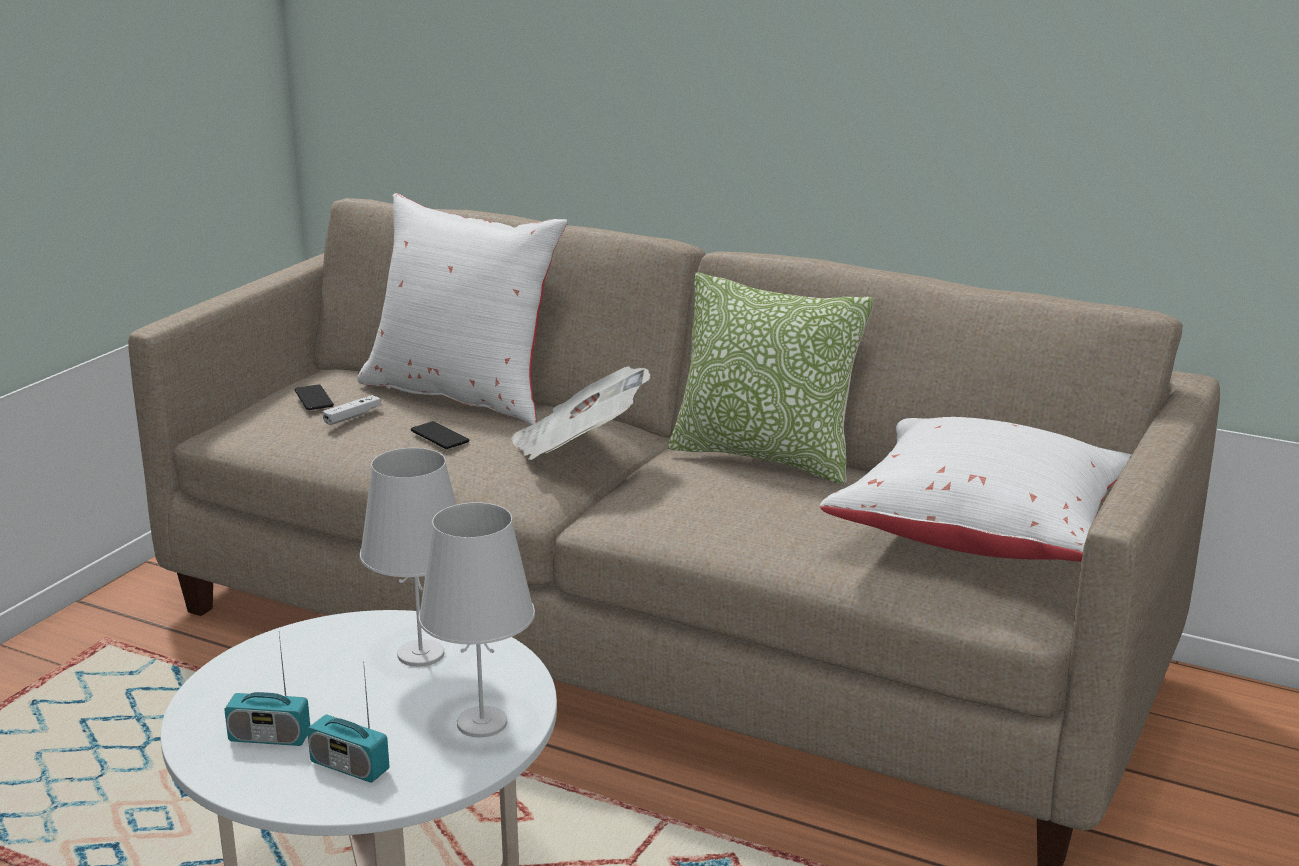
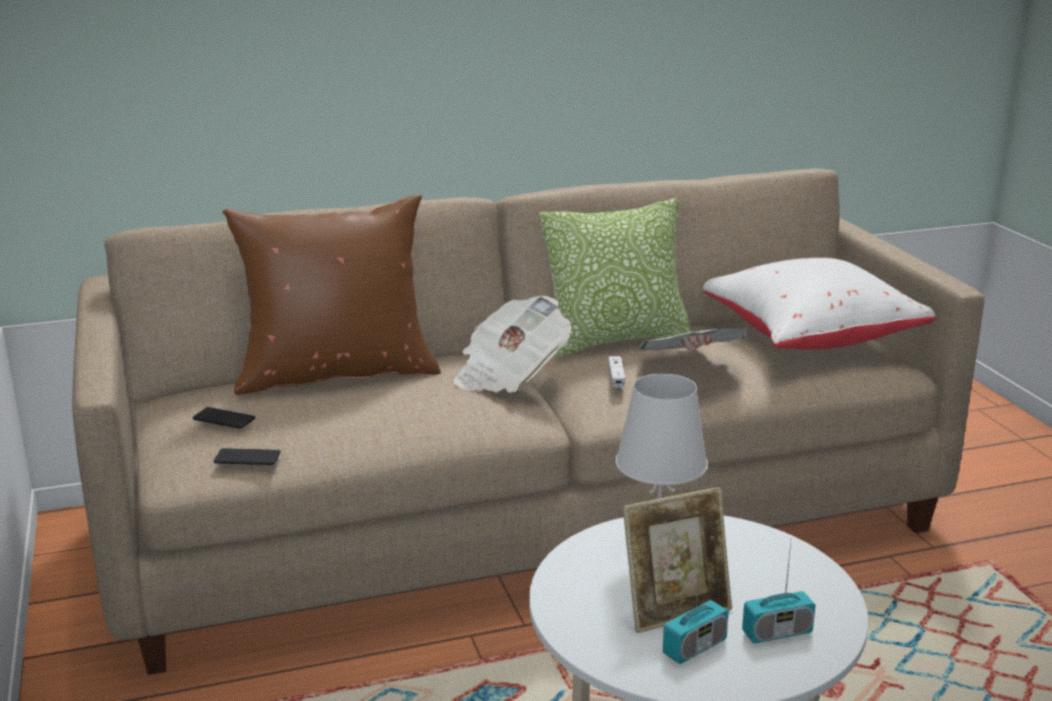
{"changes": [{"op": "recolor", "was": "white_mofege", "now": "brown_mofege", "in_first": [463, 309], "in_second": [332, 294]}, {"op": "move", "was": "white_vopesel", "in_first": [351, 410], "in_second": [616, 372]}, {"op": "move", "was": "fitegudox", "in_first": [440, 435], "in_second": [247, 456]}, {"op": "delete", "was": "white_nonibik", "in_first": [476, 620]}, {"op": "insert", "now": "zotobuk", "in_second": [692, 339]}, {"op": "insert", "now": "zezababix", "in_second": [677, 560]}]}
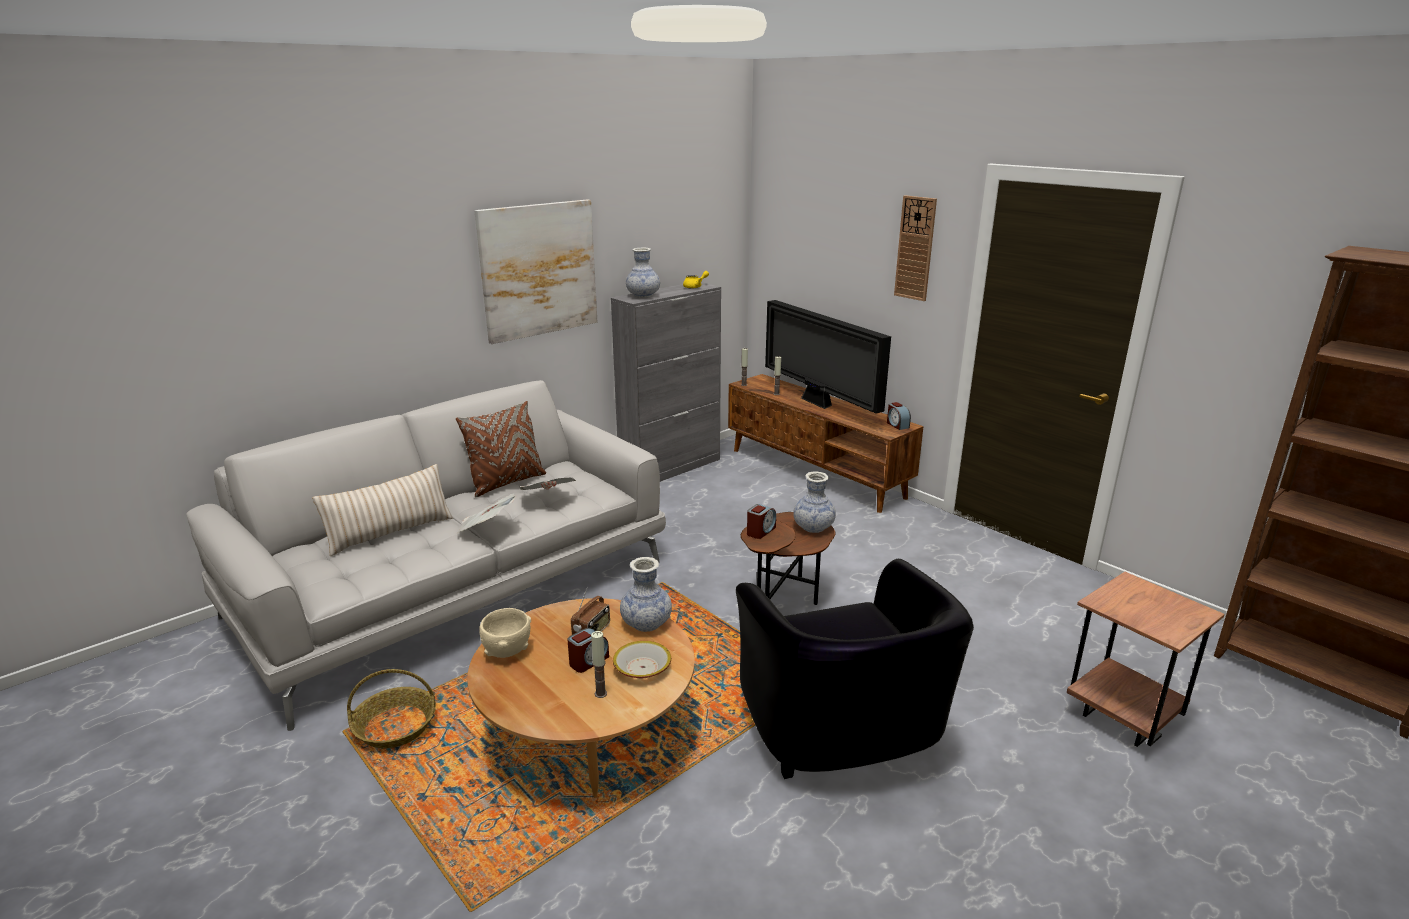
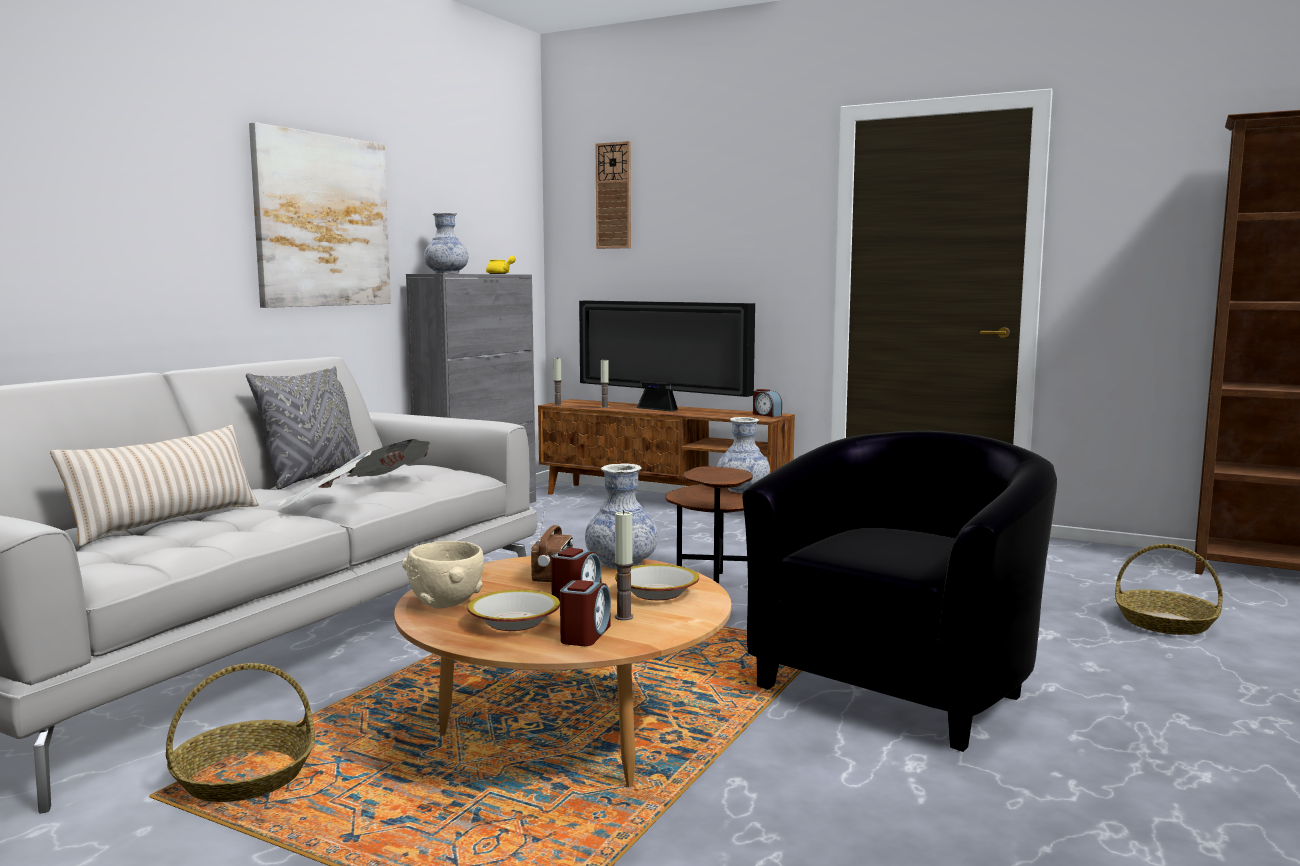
{"changes": [{"op": "move", "was": "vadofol", "in_first": [915, 248], "in_second": [613, 195]}, {"op": "recolor", "was": "brown_mofege", "now": "grey_mofege", "in_first": [501, 449], "in_second": [303, 427]}, {"op": "move", "was": "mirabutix", "in_first": [761, 521], "in_second": [585, 613]}, {"op": "rotate", "was": "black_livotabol", "in_first": [855, 669], "in_second": [899, 591], "clockwise": -105}, {"op": "replace", "was": "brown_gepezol", "now": "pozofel", "in_first": [1146, 659], "in_second": [1169, 589]}, {"op": "insert", "now": "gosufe", "in_second": [513, 610]}]}
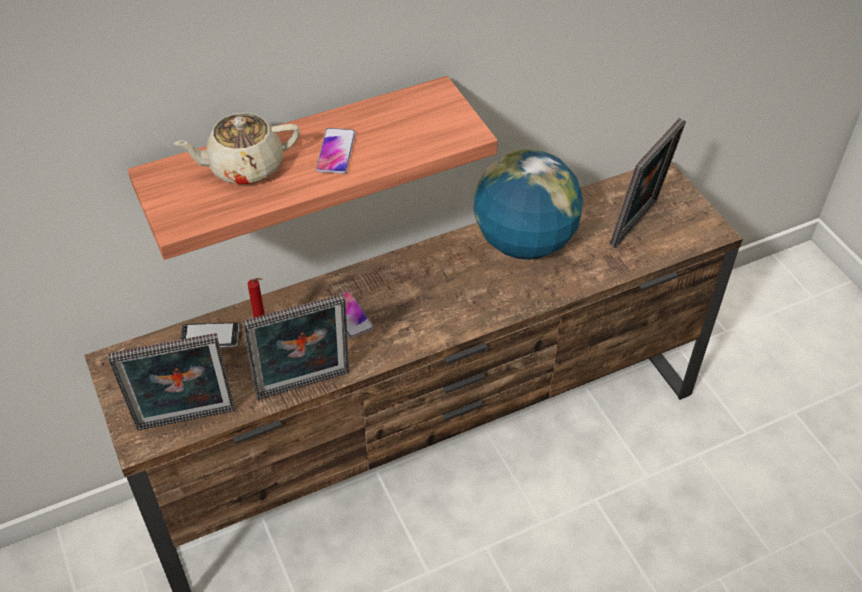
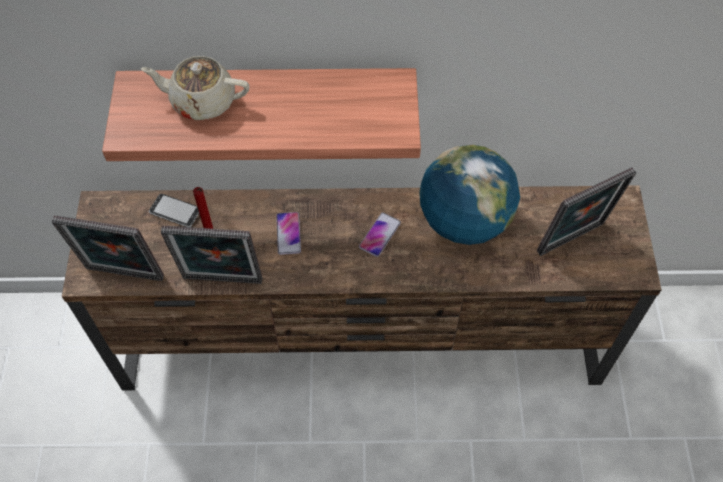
{"changes": [{"op": "move", "was": "fitegudox", "in_first": [336, 151], "in_second": [380, 234]}]}
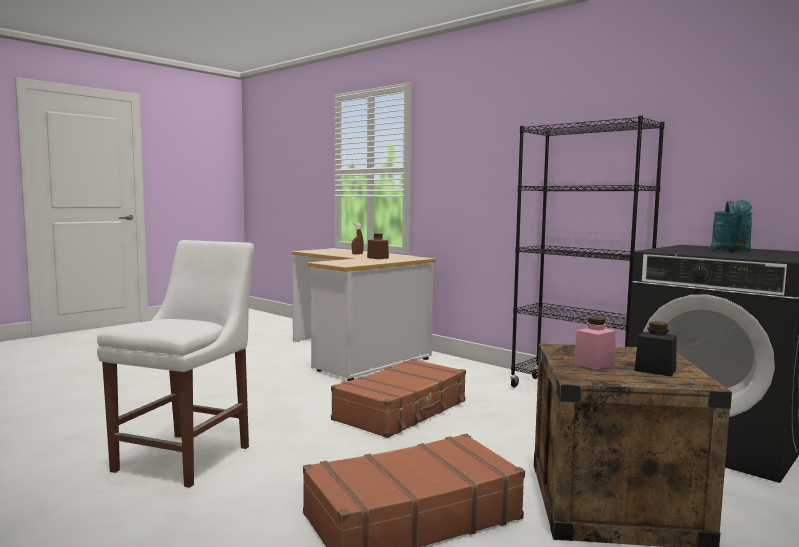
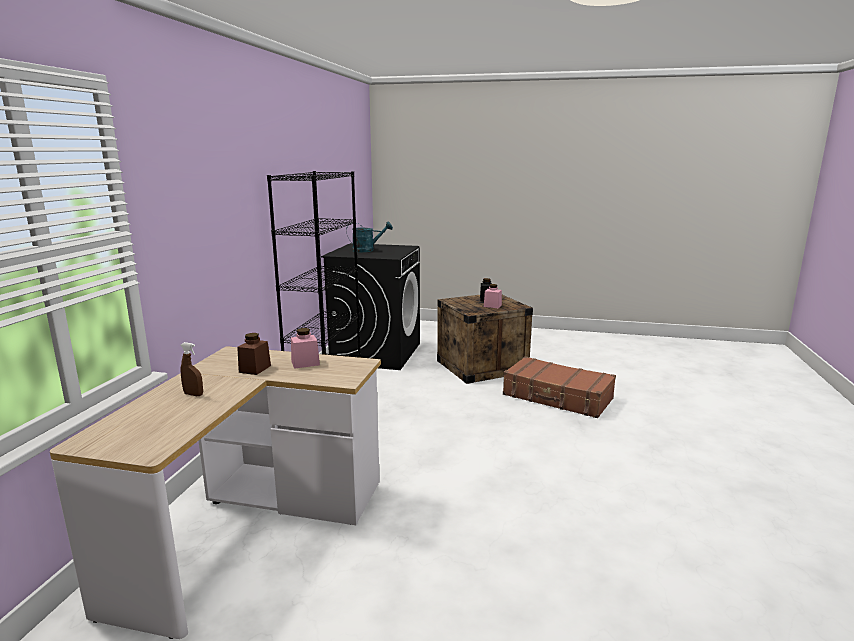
{"changes": [{"op": "delete", "was": "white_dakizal", "in_first": [175, 364]}, {"op": "delete", "was": "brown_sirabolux", "in_first": [398, 398]}, {"op": "insert", "now": "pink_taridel", "in_second": [305, 348]}]}
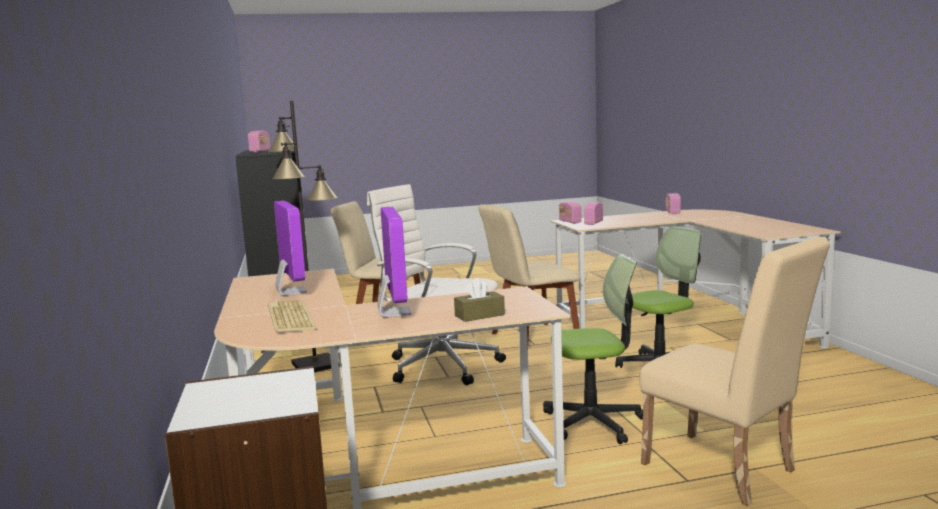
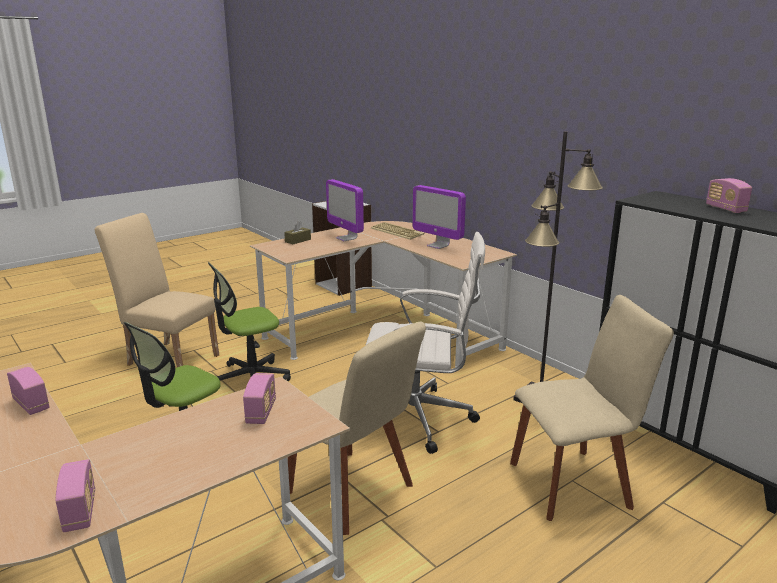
{"changes": [{"op": "move", "was": "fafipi", "in_first": [570, 213], "in_second": [28, 391]}, {"op": "rotate", "was": "beige_dakizal", "in_first": [529, 272], "in_second": [357, 428], "clockwise": 90}]}
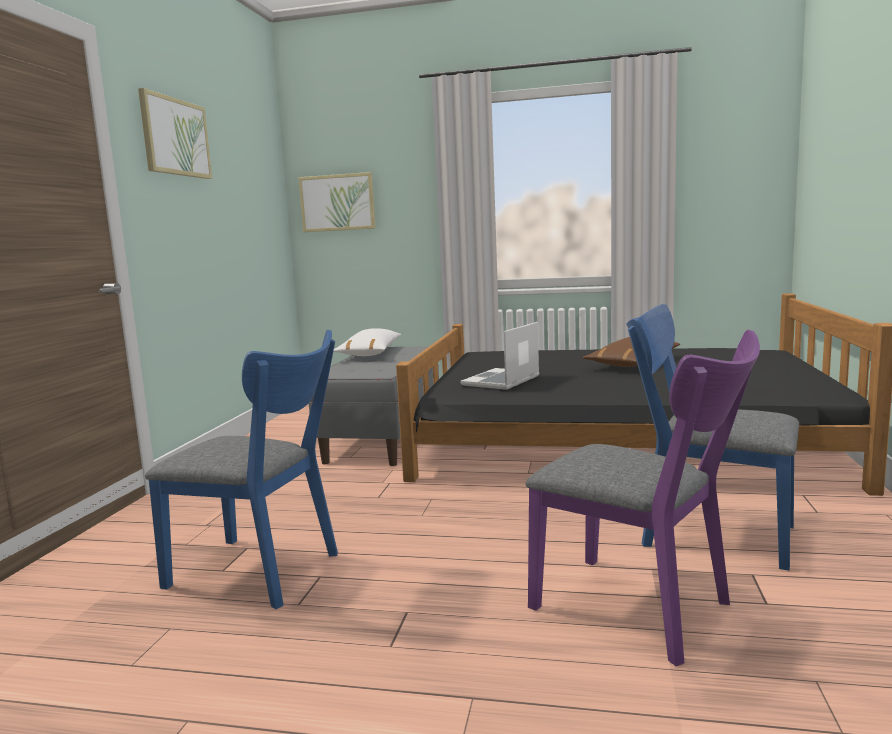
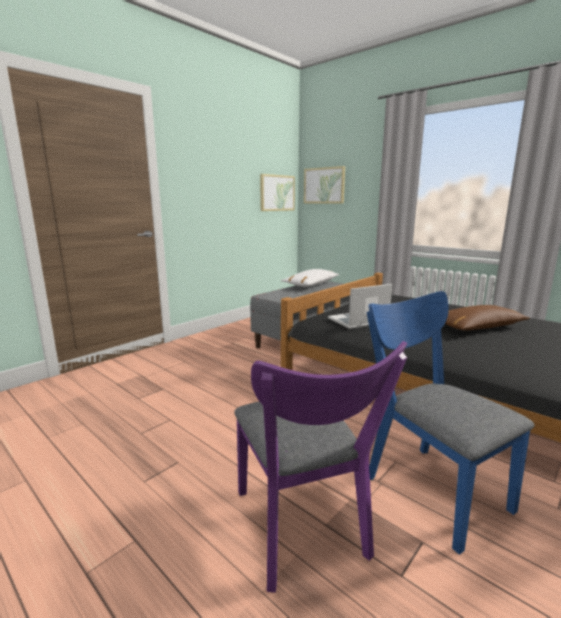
{"changes": [{"op": "move", "was": "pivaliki", "in_first": [175, 133], "in_second": [277, 192]}, {"op": "delete", "was": "blue_dakizal", "in_first": [241, 469]}]}
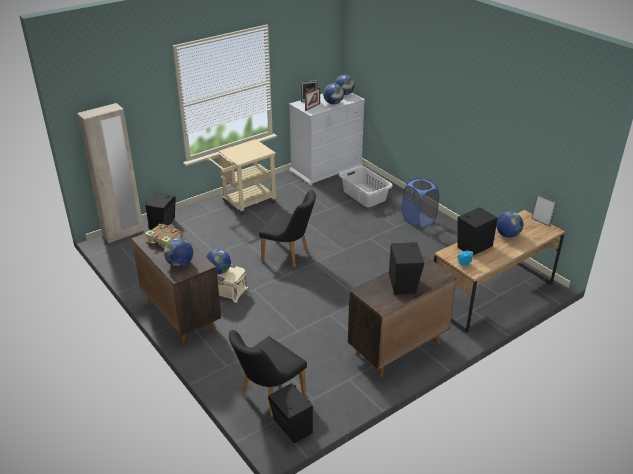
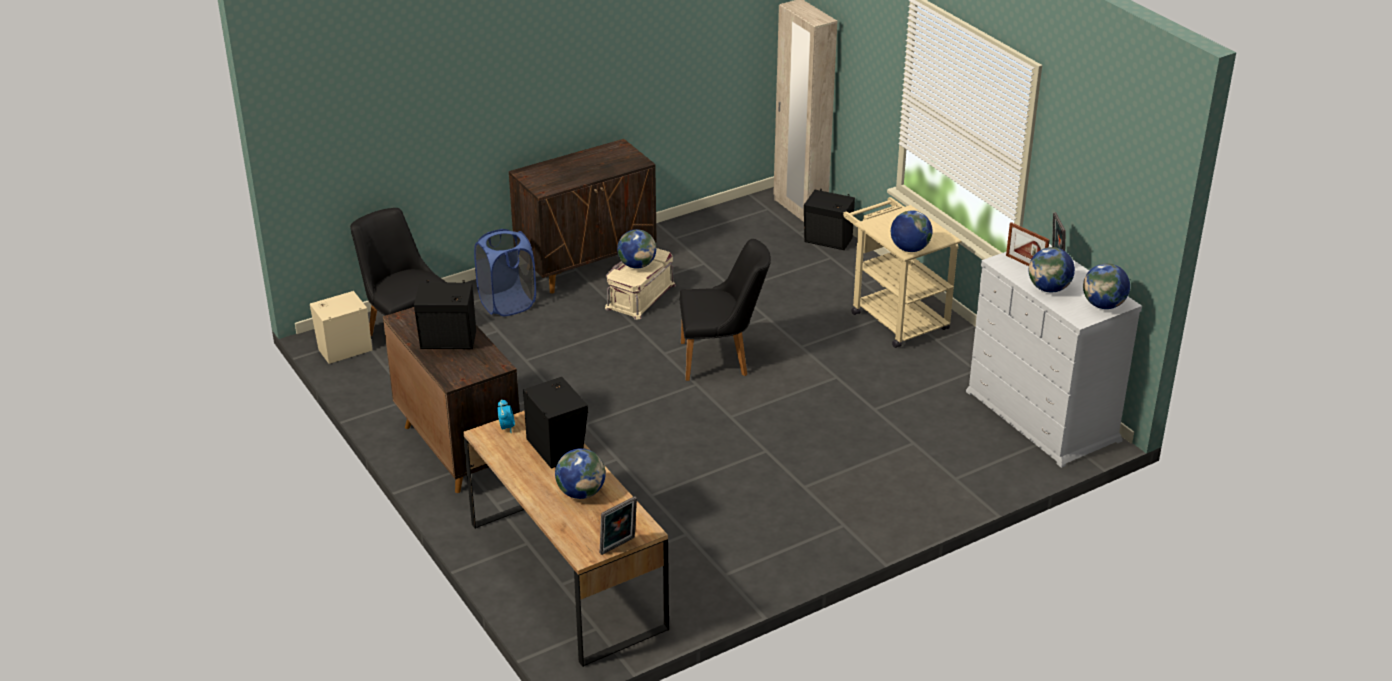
{"changes": [{"op": "delete", "was": "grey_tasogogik", "in_first": [366, 186]}, {"op": "move", "was": "blue_tasogogik", "in_first": [420, 203], "in_second": [505, 272]}, {"op": "rotate", "was": "black_dakizal", "in_first": [287, 228], "in_second": [725, 310], "clockwise": -120}, {"op": "delete", "was": "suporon", "in_first": [163, 236]}, {"op": "move", "was": "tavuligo", "in_first": [178, 252], "in_second": [911, 231]}, {"op": "recolor", "was": "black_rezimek", "now": "beige_rezimek", "in_first": [290, 413], "in_second": [341, 327]}]}
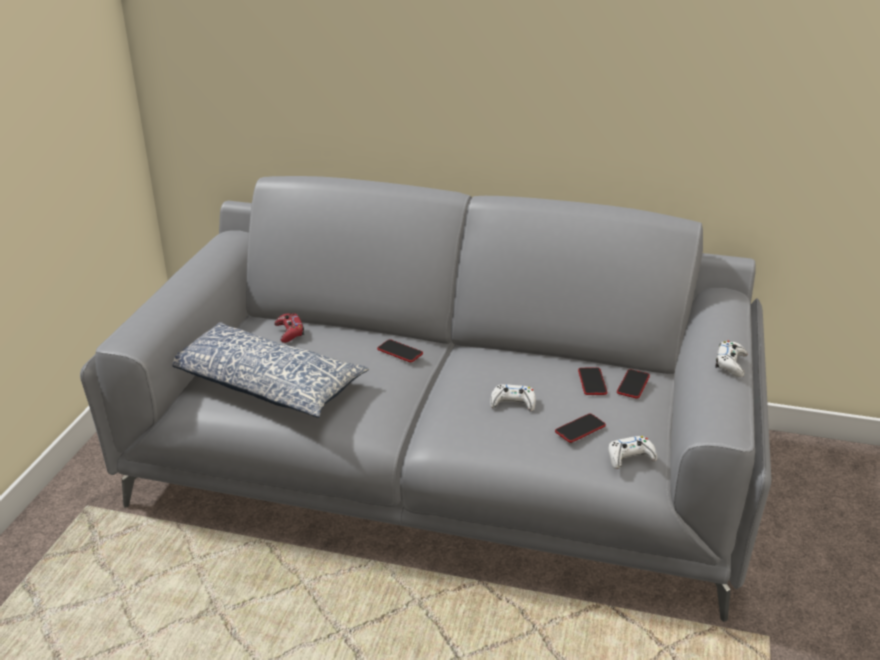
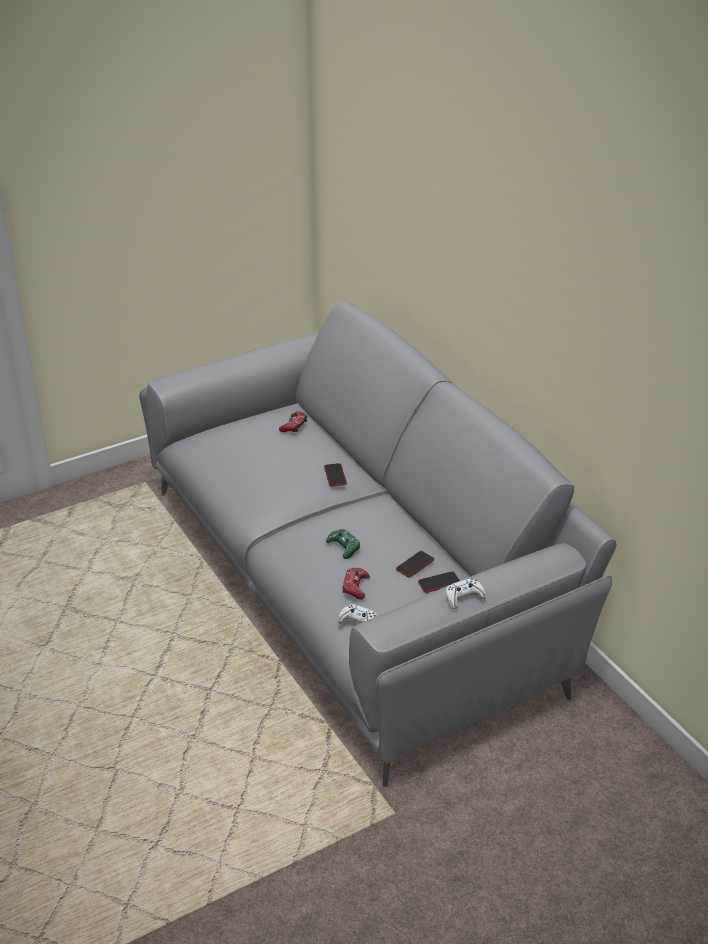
{"changes": [{"op": "delete", "was": "mofege", "in_first": [270, 370]}, {"op": "recolor", "was": "white_vopesel", "now": "green_vopesel", "in_first": [513, 398], "in_second": [343, 544]}, {"op": "replace", "was": "fitegudox", "now": "red_vopesel", "in_first": [580, 428], "in_second": [356, 583]}]}
